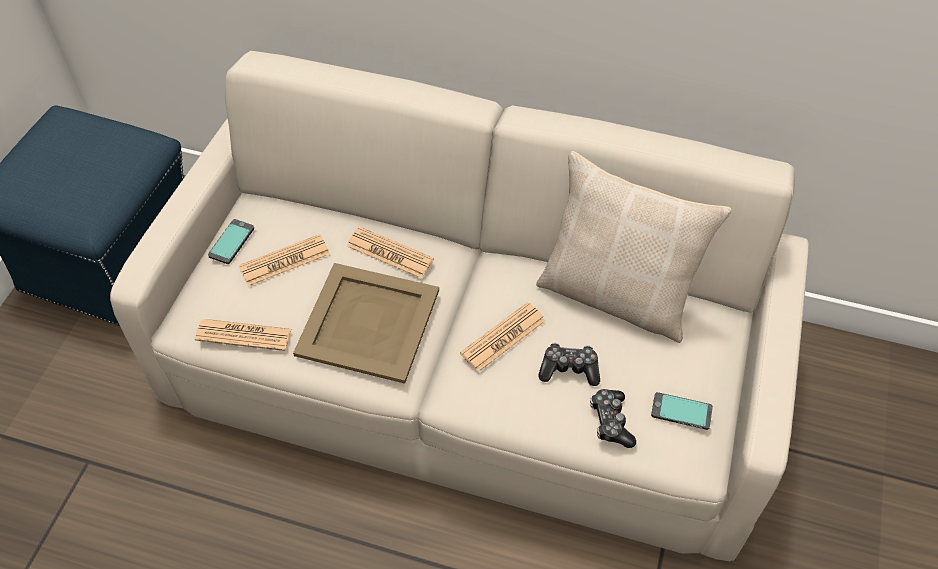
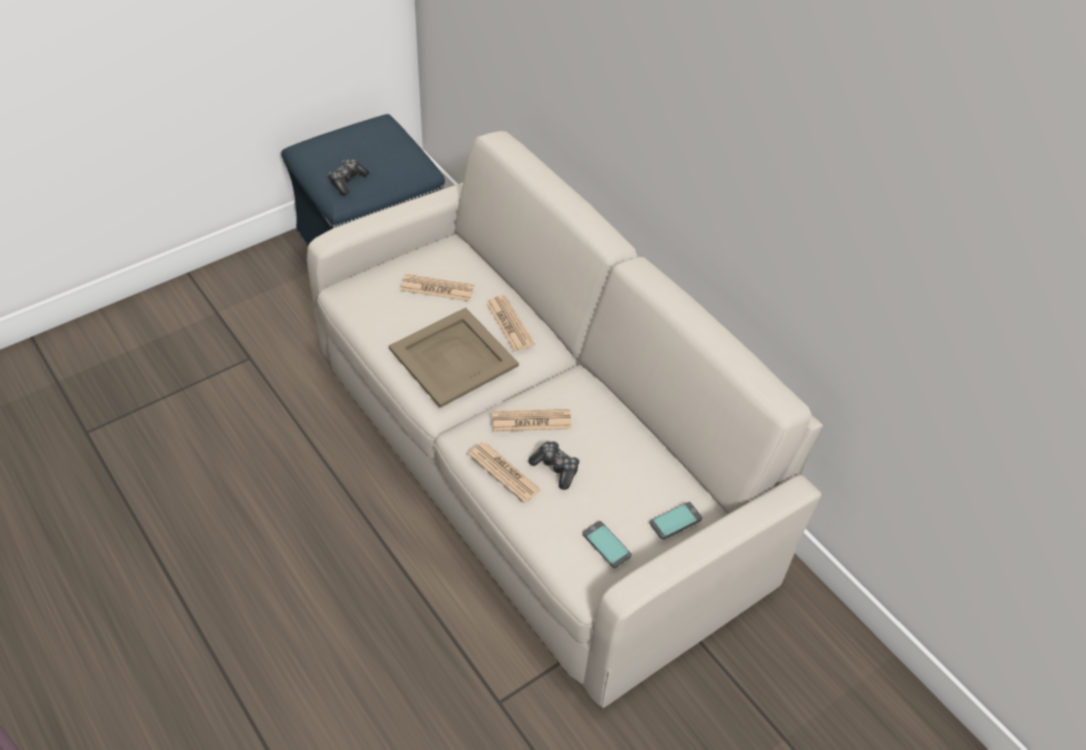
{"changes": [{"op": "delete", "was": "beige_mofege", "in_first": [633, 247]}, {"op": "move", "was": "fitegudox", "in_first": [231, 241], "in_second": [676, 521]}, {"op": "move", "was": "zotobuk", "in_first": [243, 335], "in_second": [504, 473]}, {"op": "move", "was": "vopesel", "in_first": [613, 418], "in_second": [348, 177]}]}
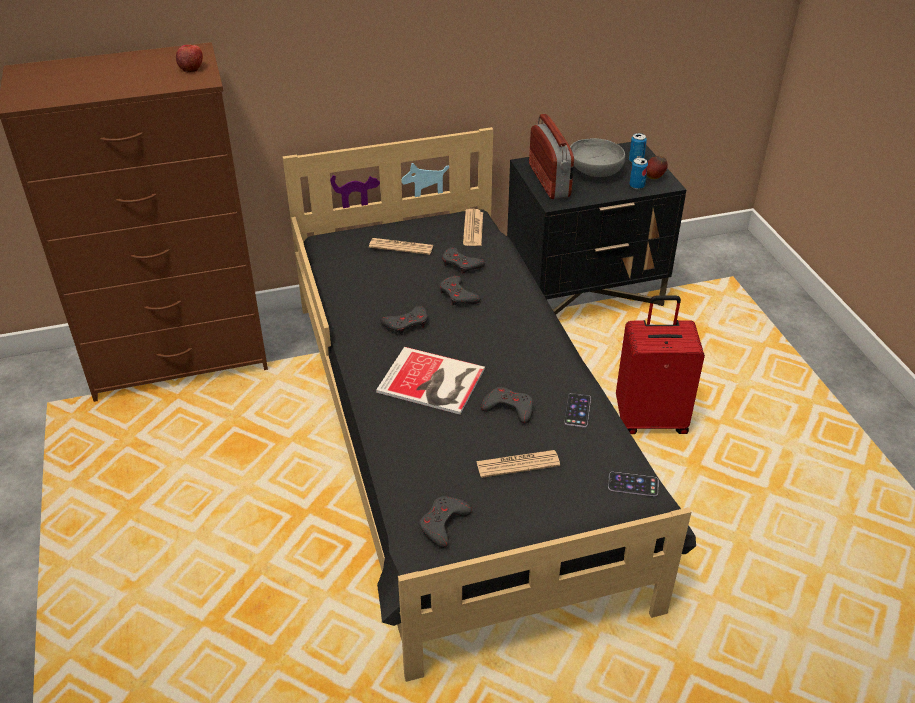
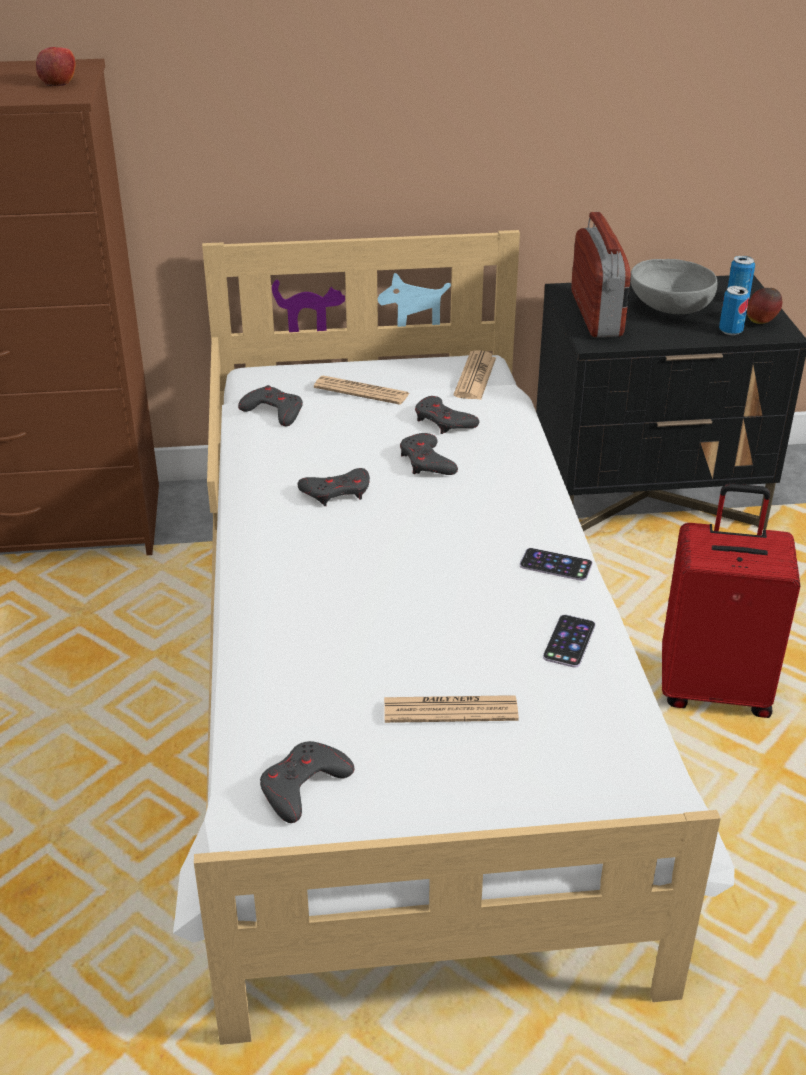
{"changes": [{"op": "recolor", "was": "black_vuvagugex", "now": "white_vuvagugex", "in_first": [489, 404], "in_second": [454, 637]}, {"op": "delete", "was": "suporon", "in_first": [430, 381]}, {"op": "move", "was": "grey_vopesel", "in_first": [507, 405], "in_second": [270, 406]}, {"op": "move", "was": "fitegudox", "in_first": [633, 484], "in_second": [556, 564]}]}
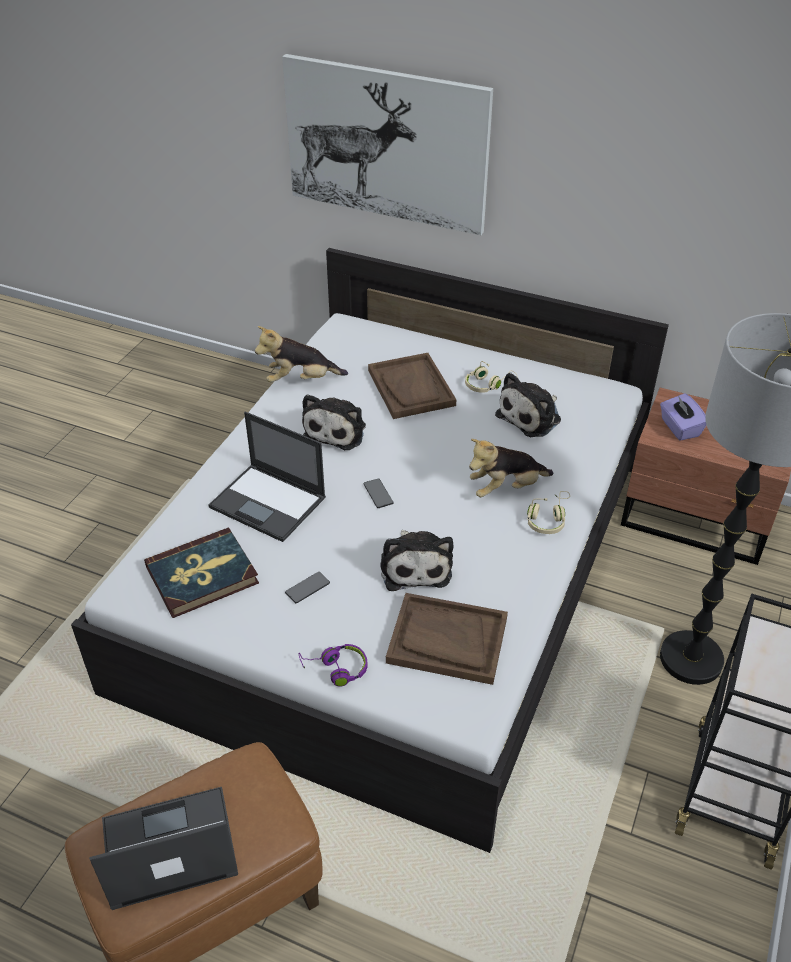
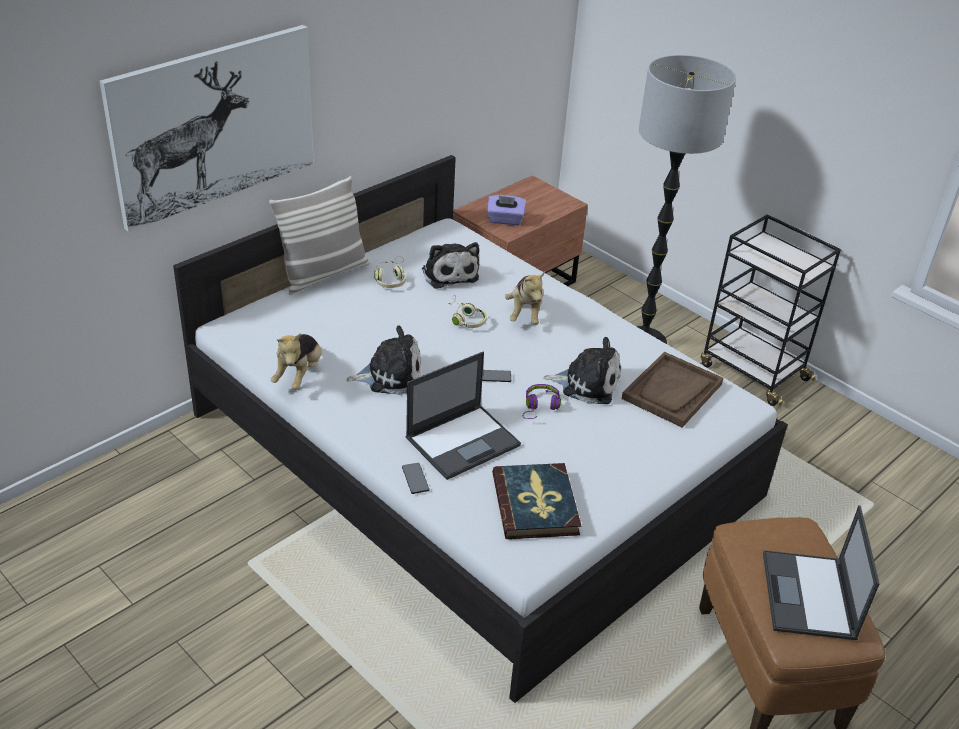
{"changes": [{"op": "delete", "was": "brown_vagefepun", "in_first": [412, 386]}, {"op": "rotate", "was": "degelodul", "in_first": [334, 422], "in_second": [383, 360], "clockwise": -45}, {"op": "move", "was": "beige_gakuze", "in_first": [548, 512], "in_second": [468, 311]}, {"op": "move", "was": "fitegudox", "in_first": [307, 587], "in_second": [415, 478]}, {"op": "move", "was": "purple_gakuze", "in_first": [333, 665], "in_second": [542, 401]}, {"op": "insert", "now": "mofege", "in_second": [319, 235]}]}
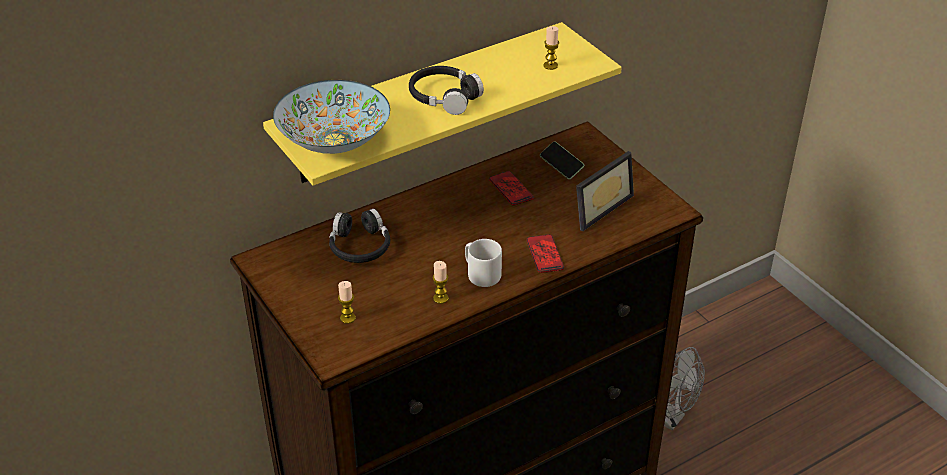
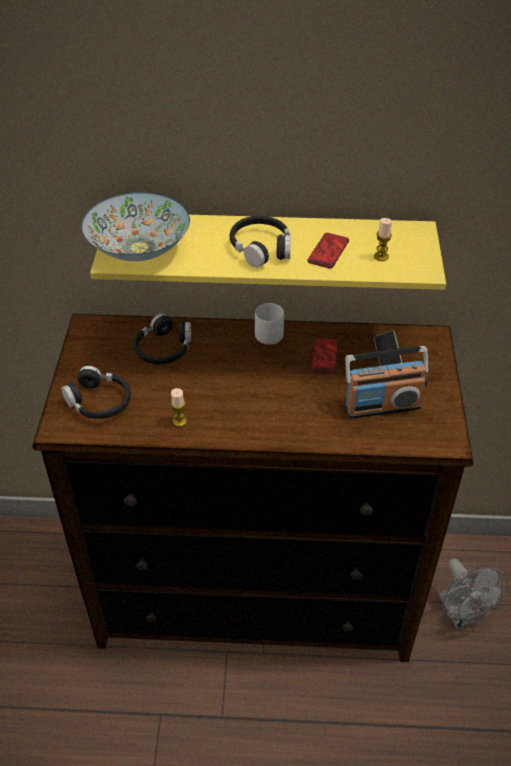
{"changes": [{"op": "replace", "was": "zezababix", "now": "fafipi", "in_first": [605, 191], "in_second": [386, 382]}, {"op": "move", "was": "fitegudox", "in_first": [545, 253], "in_second": [328, 251]}, {"op": "move", "was": "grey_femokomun", "in_first": [483, 263], "in_second": [269, 324]}, {"op": "replace", "was": "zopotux", "now": "black_gakuze", "in_first": [347, 302], "in_second": [96, 392]}]}
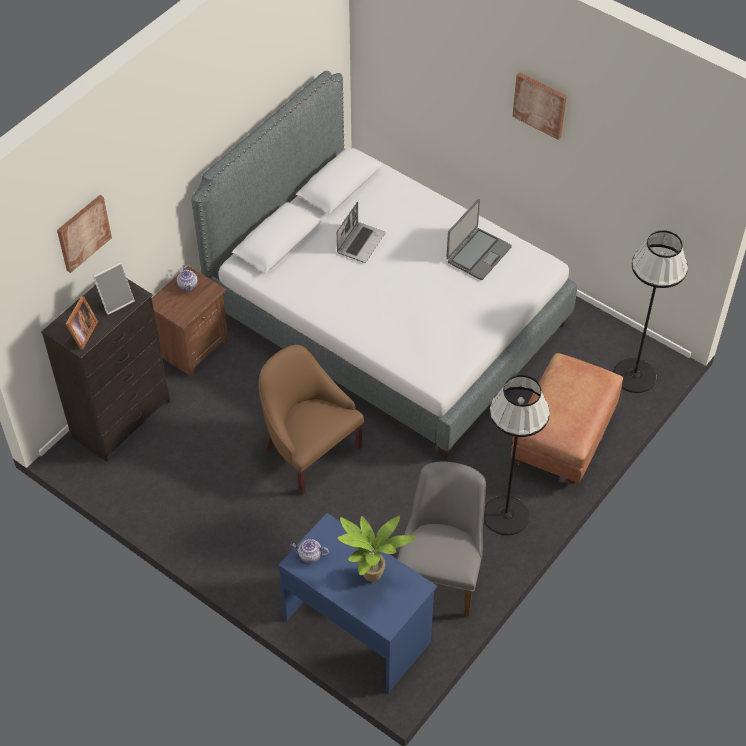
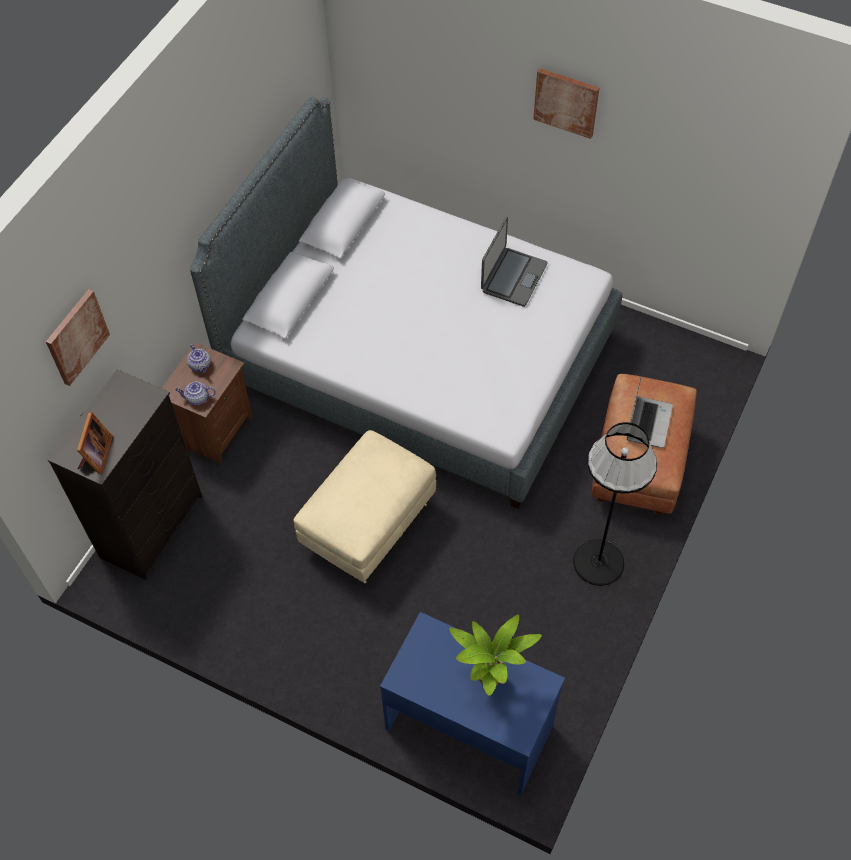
{"changes": [{"op": "move", "was": "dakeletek", "in_first": [361, 232], "in_second": [650, 413]}, {"op": "delete", "was": "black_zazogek", "in_first": [650, 311]}, {"op": "delete", "was": "zezababix", "in_first": [114, 288]}, {"op": "replace", "was": "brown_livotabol", "now": "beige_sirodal", "in_first": [311, 420], "in_second": [364, 507]}, {"op": "delete", "was": "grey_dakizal", "in_first": [441, 539]}, {"op": "move", "was": "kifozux", "in_first": [309, 551], "in_second": [195, 393]}]}
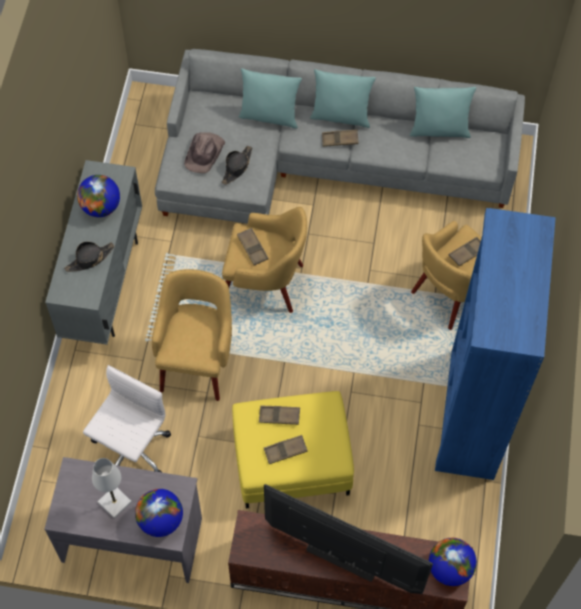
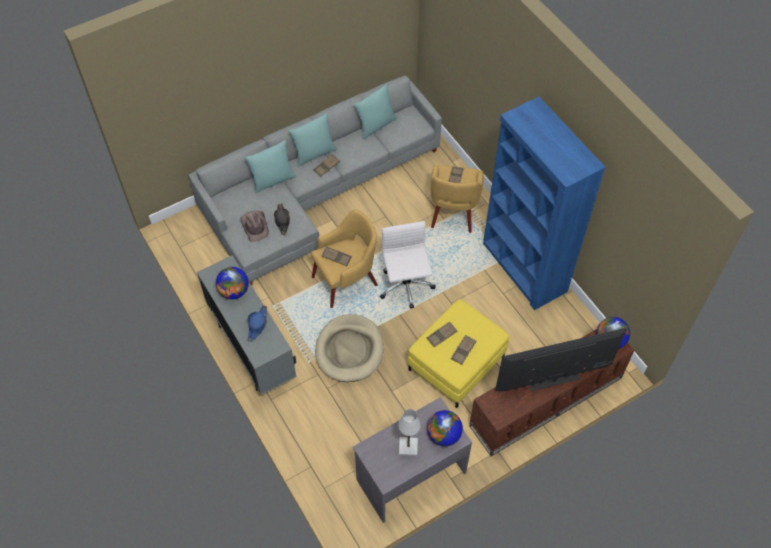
{"changes": [{"op": "recolor", "was": "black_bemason", "now": "blue_bemason", "in_first": [89, 257], "in_second": [257, 323]}, {"op": "replace", "was": "yellow_livotabol", "now": "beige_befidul", "in_first": [192, 335], "in_second": [349, 348]}, {"op": "move", "was": "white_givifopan", "in_first": [127, 418], "in_second": [408, 265]}]}
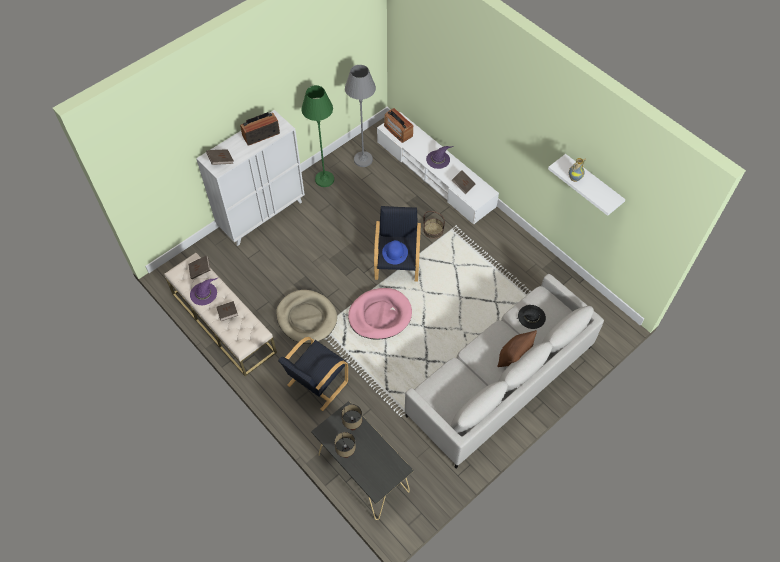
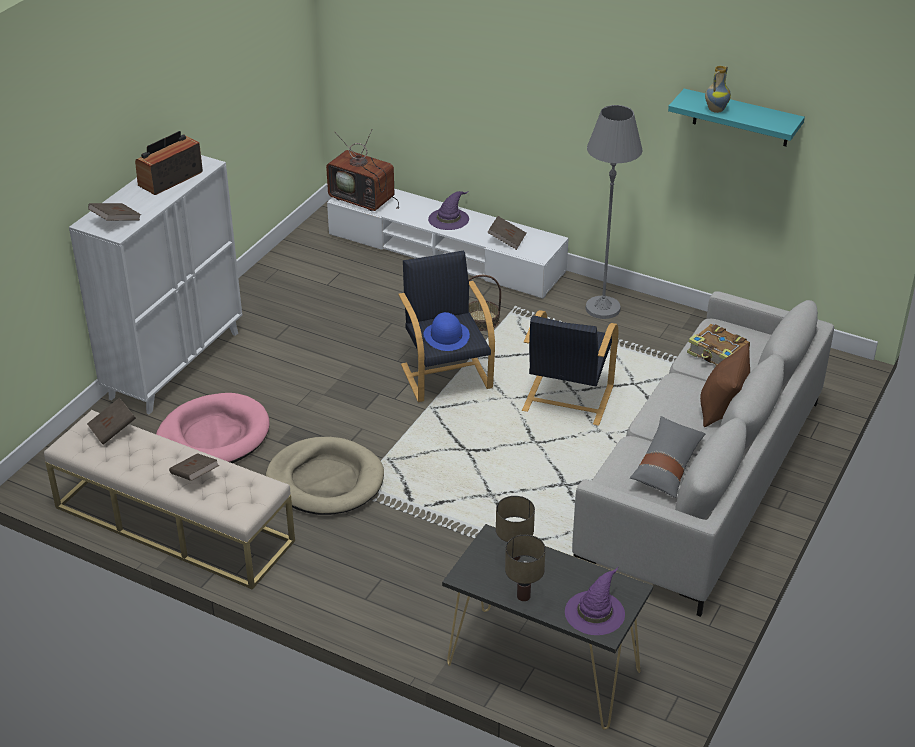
{"changes": [{"op": "move", "was": "grey_zazogek", "in_first": [360, 116], "in_second": [614, 212]}, {"op": "delete", "was": "green_zazogek", "in_first": [317, 136]}, {"op": "replace", "was": "fafipi", "now": "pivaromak", "in_first": [398, 125], "in_second": [362, 170]}, {"op": "recolor", "was": "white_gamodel", "now": "turquoise_gamodel", "in_first": [587, 185], "in_second": [736, 117]}, {"op": "move", "was": "purple_bemason", "in_first": [203, 291], "in_second": [595, 601]}, {"op": "move", "was": "pink_befidul", "in_first": [380, 314], "in_second": [212, 428]}, {"op": "replace", "was": "black_bemason", "now": "suporon", "in_first": [531, 317], "in_second": [718, 345]}, {"op": "move", "was": "black_livotabol", "in_first": [313, 374], "in_second": [570, 368]}, {"op": "insert", "now": "grey_mofege", "in_second": [667, 457]}]}
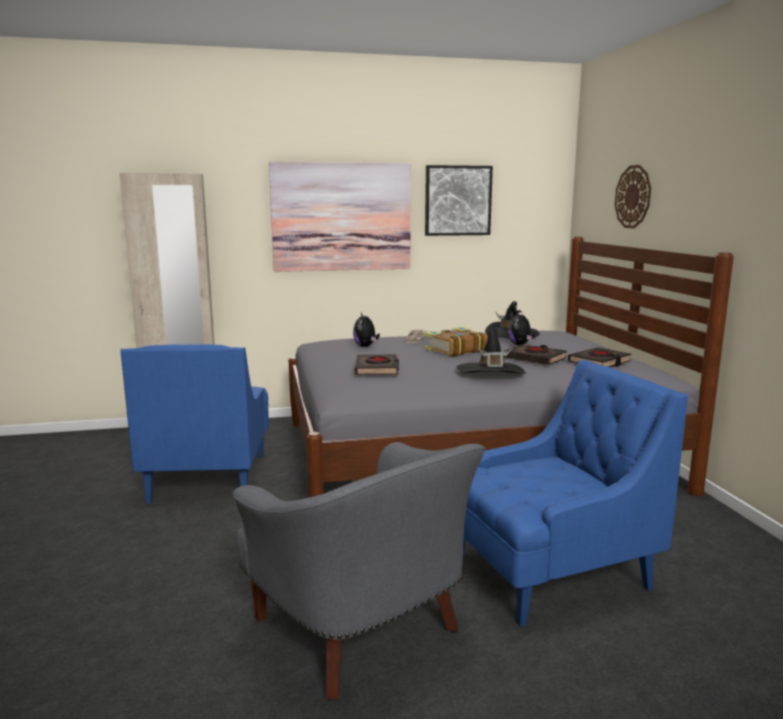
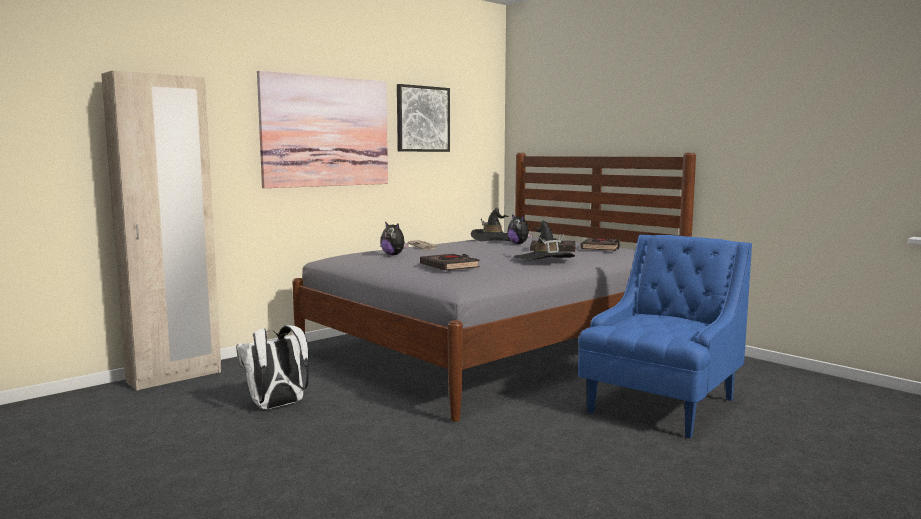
{"changes": [{"op": "delete", "was": "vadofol", "in_first": [633, 196]}, {"op": "delete", "was": "suporon", "in_first": [456, 342]}, {"op": "replace", "was": "blue_livotabol", "now": "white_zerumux", "in_first": [195, 424], "in_second": [272, 367]}, {"op": "delete", "was": "grey_livotabol", "in_first": [359, 570]}]}
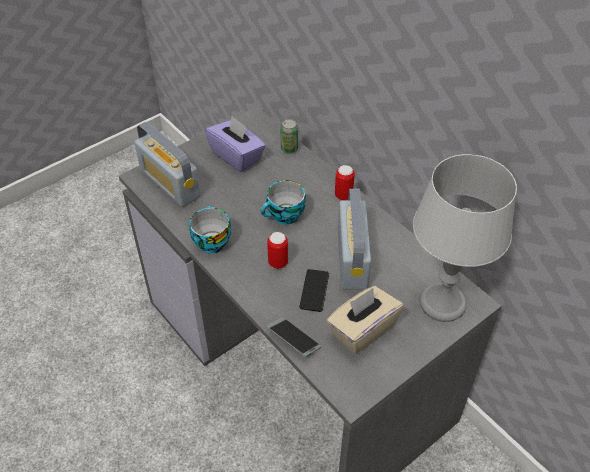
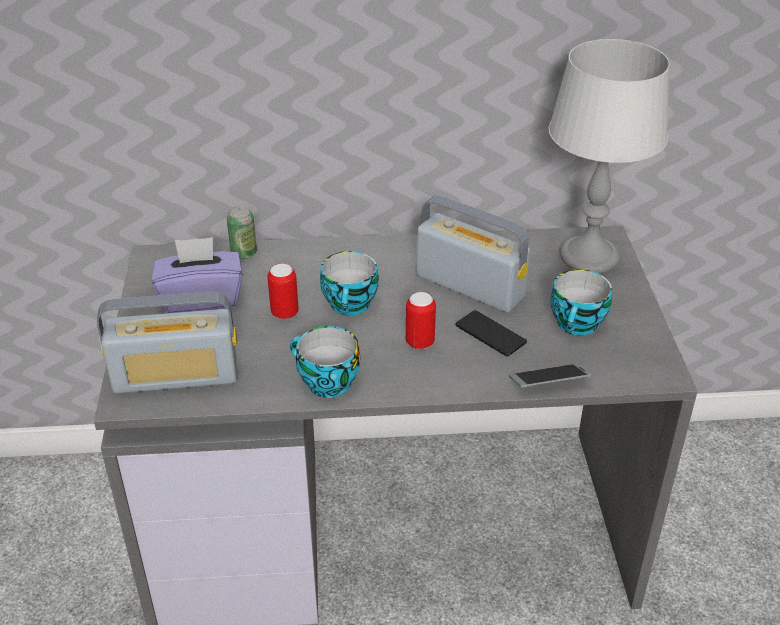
{"changes": [{"op": "move", "was": "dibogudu", "in_first": [345, 182], "in_second": [283, 291]}, {"op": "replace", "was": "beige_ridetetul", "now": "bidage", "in_first": [365, 320], "in_second": [581, 302]}]}
